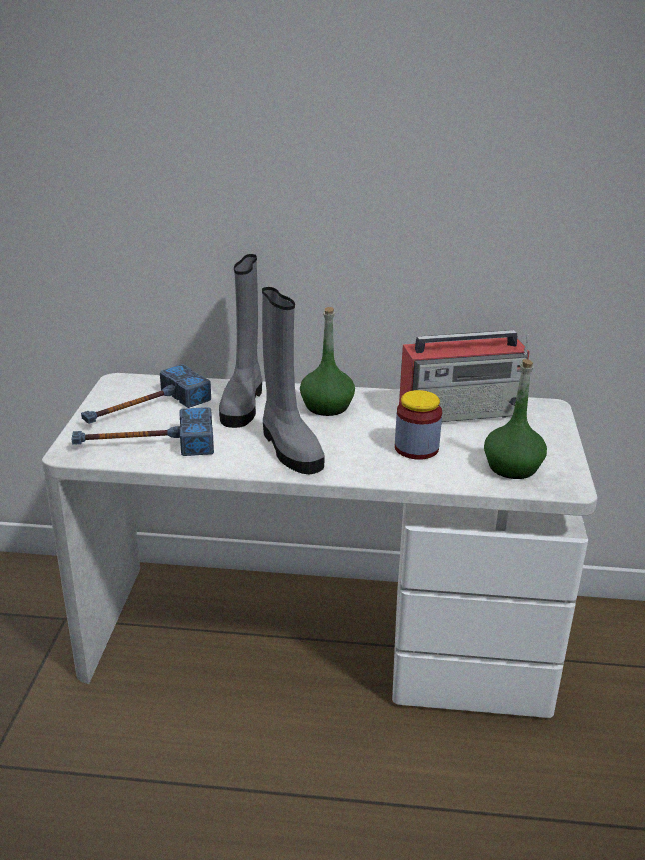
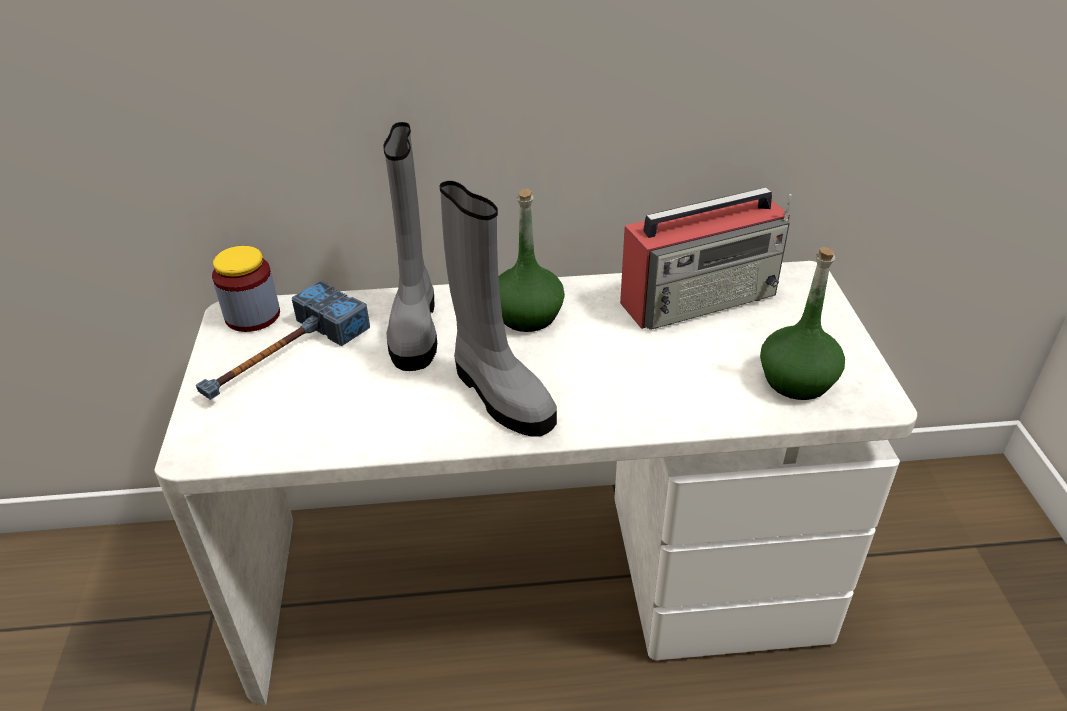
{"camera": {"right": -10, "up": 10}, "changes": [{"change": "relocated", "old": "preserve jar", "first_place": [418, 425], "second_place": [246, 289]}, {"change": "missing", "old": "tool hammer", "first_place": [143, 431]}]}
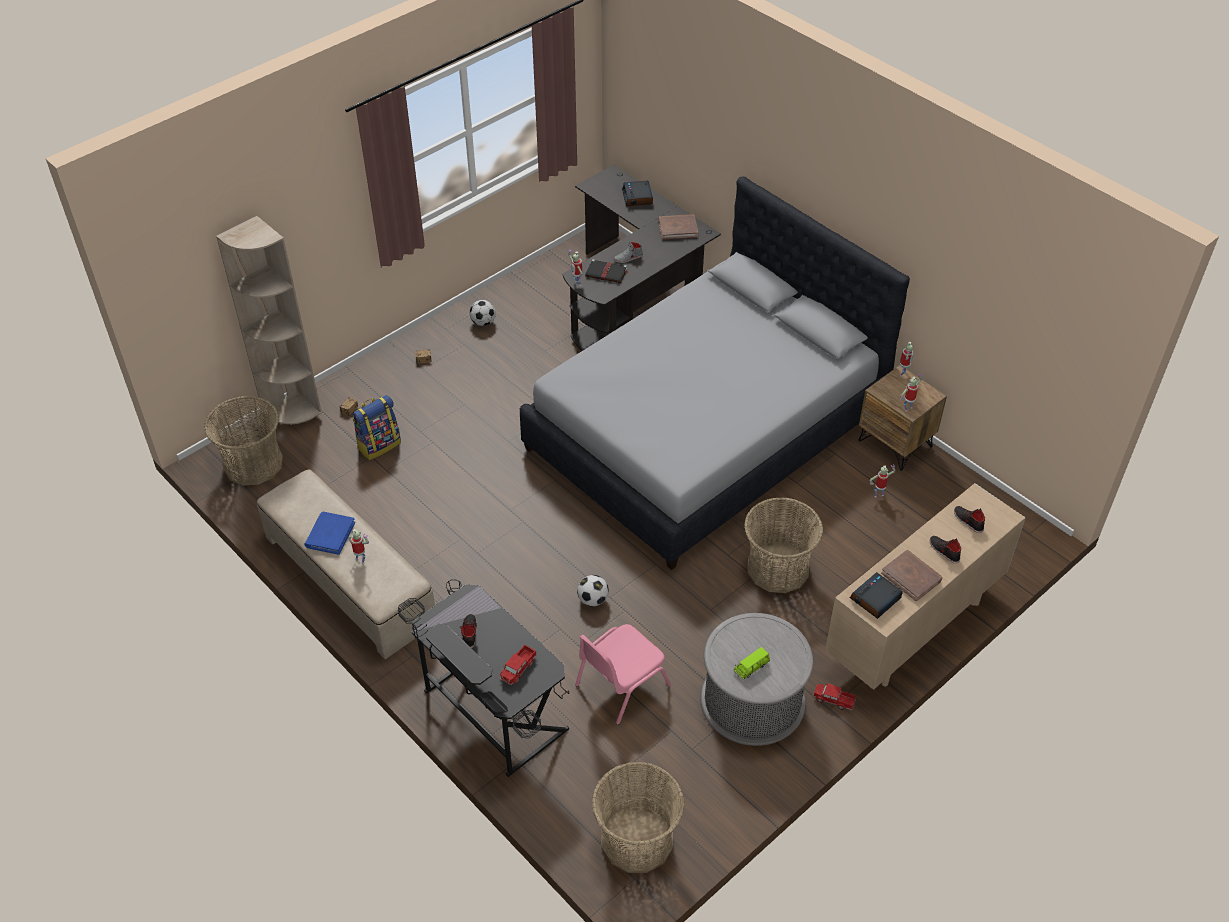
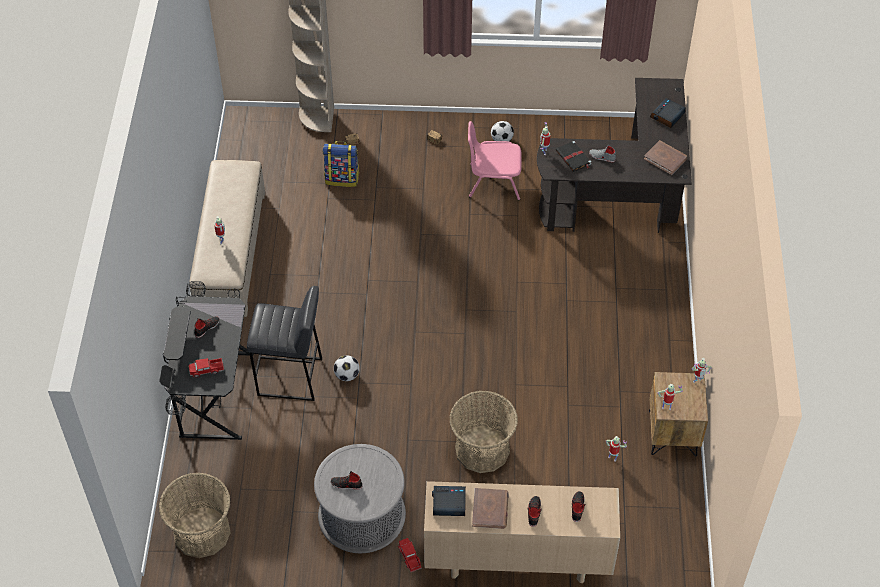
{"camera": {"right": 45, "up": 5}, "changes": [{"change": "appeared", "new": "stool seat (grey)", "second_place": [284, 343]}, {"change": "exchanged", "old": "miniature car (green)", "new": "low shoe (blackish)", "first_place": [752, 663], "second_place": [347, 480]}, {"change": "relocated", "old": "upright chair (pink)", "first_place": [623, 674], "second_place": [495, 160]}, {"change": "missing", "old": "storage basket", "first_place": [243, 440]}, {"change": "missing", "old": "bound book (bluish)", "first_place": [329, 533]}, {"change": "missing", "old": "bedroom bed (grey)", "first_place": [715, 373]}]}
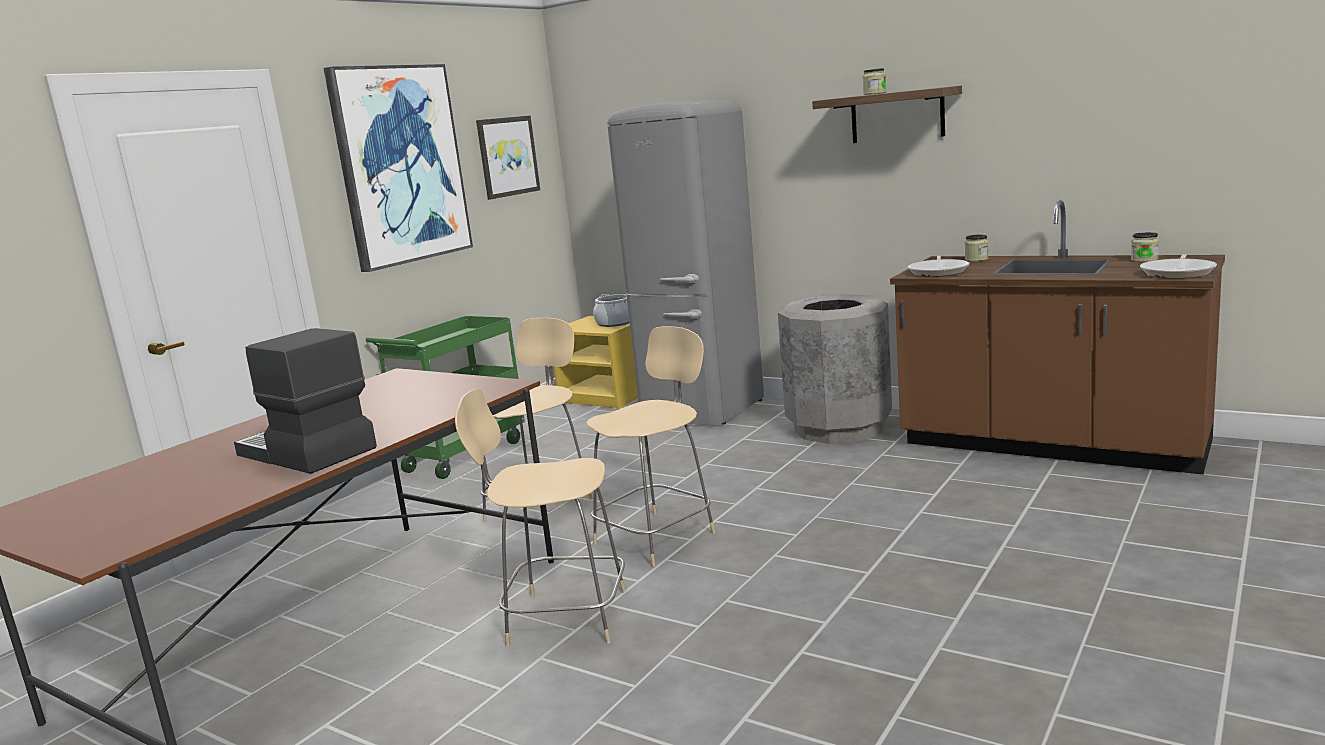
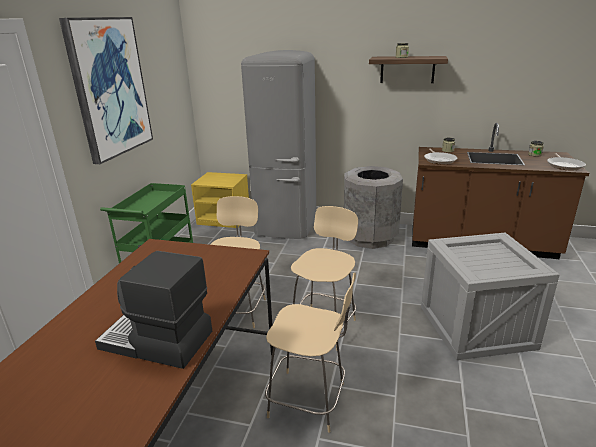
{"camera": {"right": -20, "up": 10}, "changes": [{"change": "spun", "old": "upright chair (sand-coloured)", "first_place": [540, 518], "second_place": [310, 352], "degrees": -150}, {"change": "appeared", "new": "packing crate", "second_place": [490, 296]}, {"change": "missing", "old": "picture", "first_place": [508, 158]}, {"change": "missing", "old": "stockpot", "first_place": [611, 310]}]}
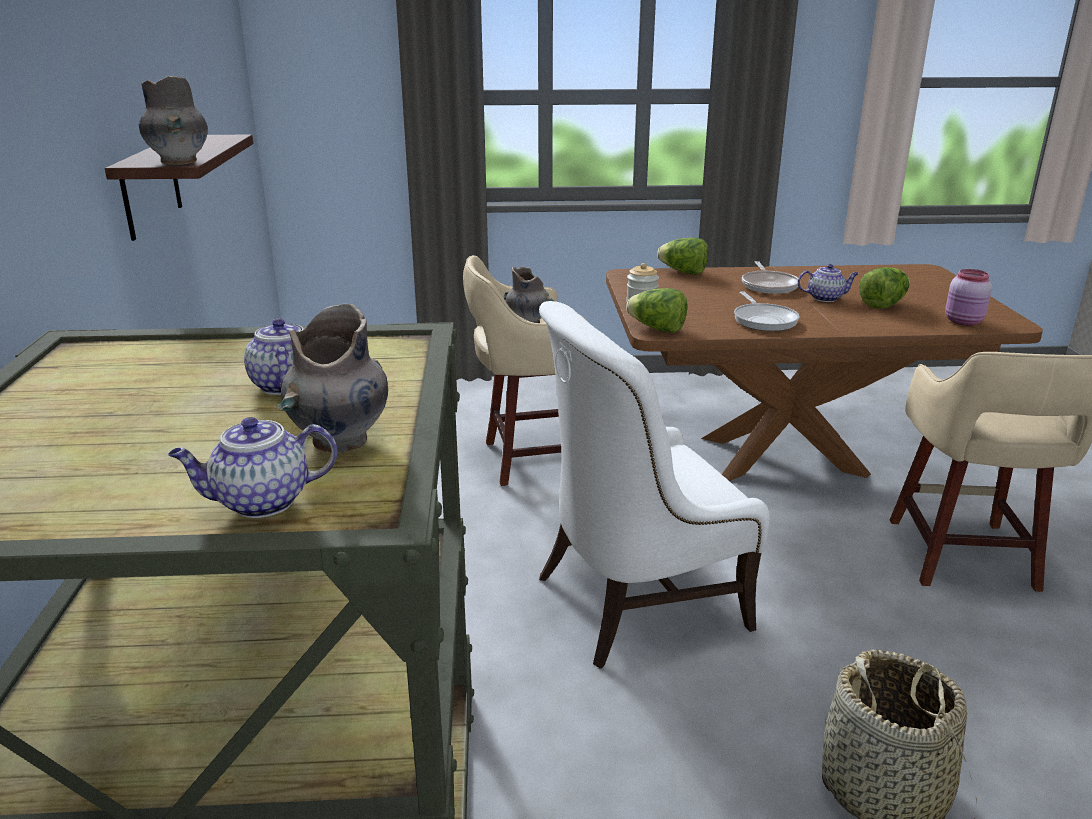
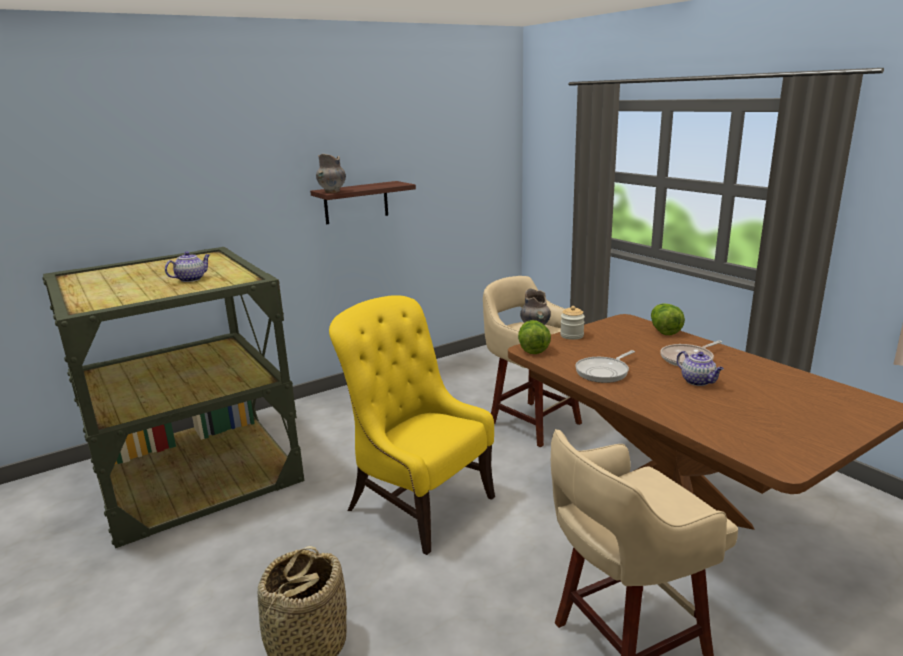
{"camera": {"right": 60, "up": -5}, "changes": [{"change": "colour", "old": "upright chair (white)", "new": "upright chair (yellow)", "first_place": [654, 485], "second_place": [412, 425]}, {"change": "missing", "old": "pot for tea", "first_place": [252, 467]}, {"change": "missing", "old": "flower vase (grey)", "first_place": [332, 378]}, {"change": "missing", "old": "head of lettuce", "first_place": [884, 288]}, {"change": "missing", "old": "preserve jar (pink)", "first_place": [968, 297]}]}
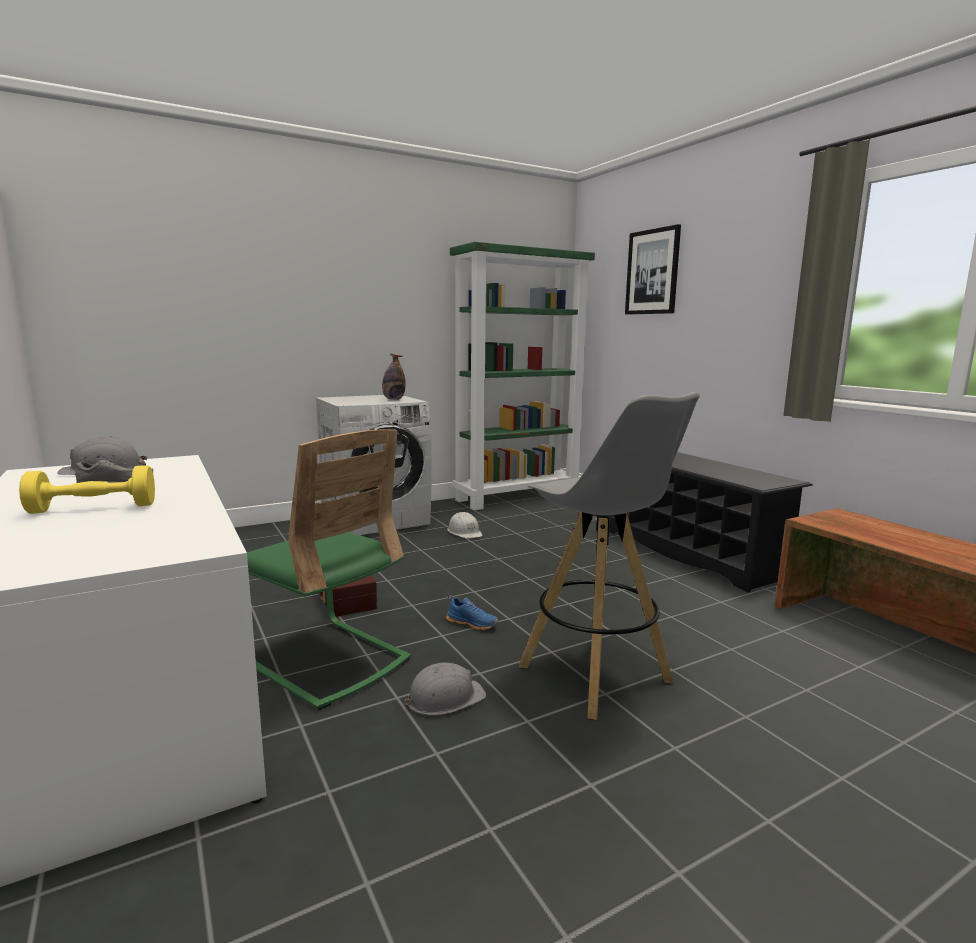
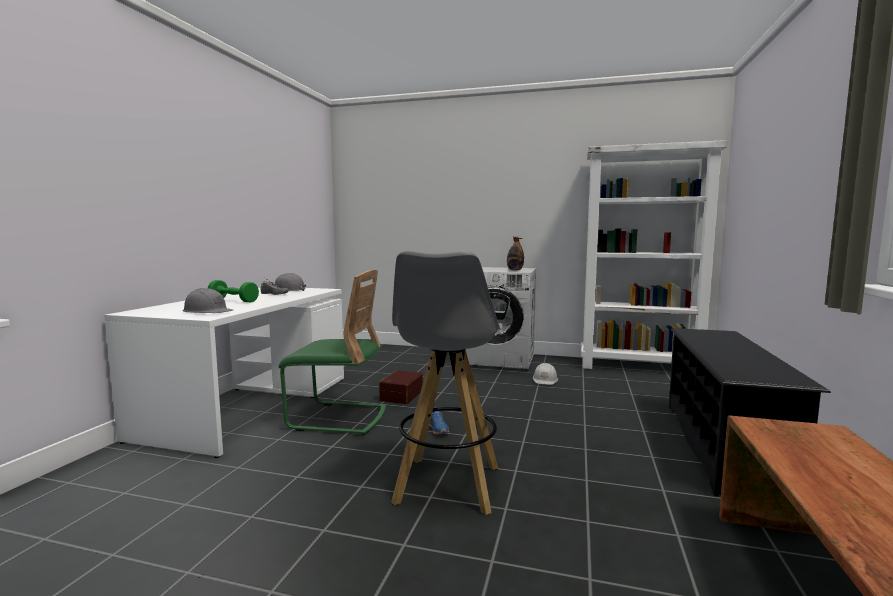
{"camera": {"right": 45, "up": -5}, "changes": [{"change": "relocated", "old": "safety helmet (grey)", "first_place": [445, 689], "second_place": [207, 300]}, {"change": "colour", "old": "hand weight (yellow)", "new": "hand weight (green)", "first_place": [87, 489], "second_place": [233, 291]}, {"change": "spun", "old": "upright chair (green)", "first_place": [329, 569], "second_place": [332, 352], "degrees": -75}, {"change": "colour", "old": "bookcase (green)", "new": "bookcase (white)", "first_place": [522, 376], "second_place": [654, 254]}, {"change": "missing", "old": "picture", "first_place": [653, 269]}]}
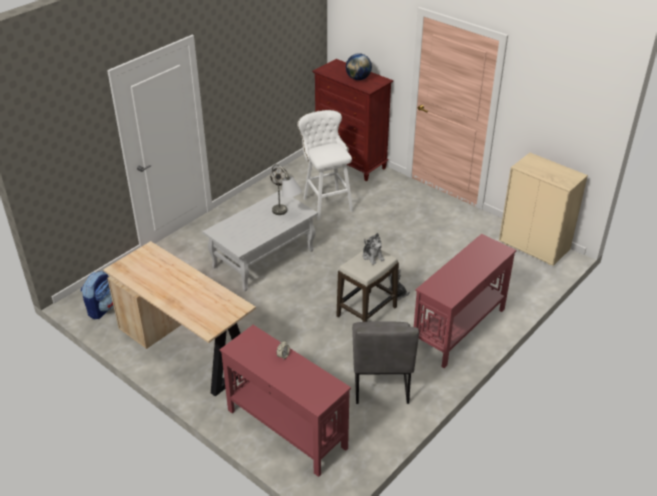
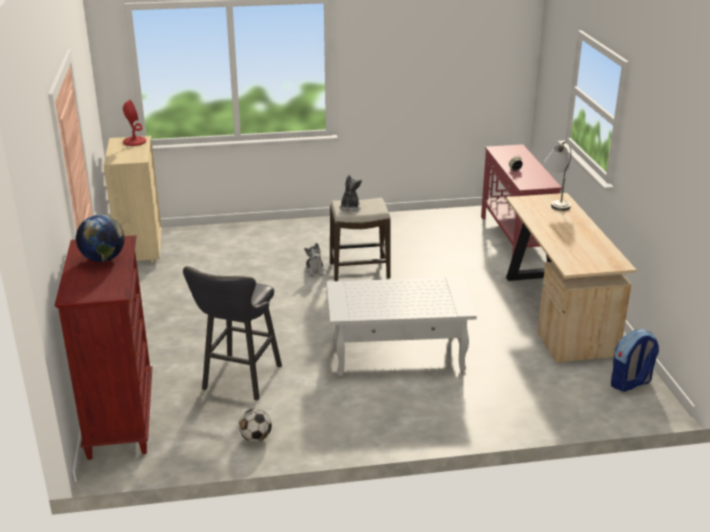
{"camera": {"right": -140, "up": -10}, "changes": [{"change": "appeared", "new": "tabletop lamp (red-coloured)", "second_place": [134, 123]}, {"change": "colour", "old": "stool seat (white)", "new": "stool seat (blackish)", "first_place": [325, 165], "second_place": [232, 333]}, {"change": "relocated", "old": "tabletop lamp (grey)", "first_place": [287, 189], "second_place": [557, 176]}, {"change": "missing", "old": "upright chair (grey)", "first_place": [385, 362]}, {"change": "missing", "old": "console table (red-coloured)", "first_place": [465, 301]}]}
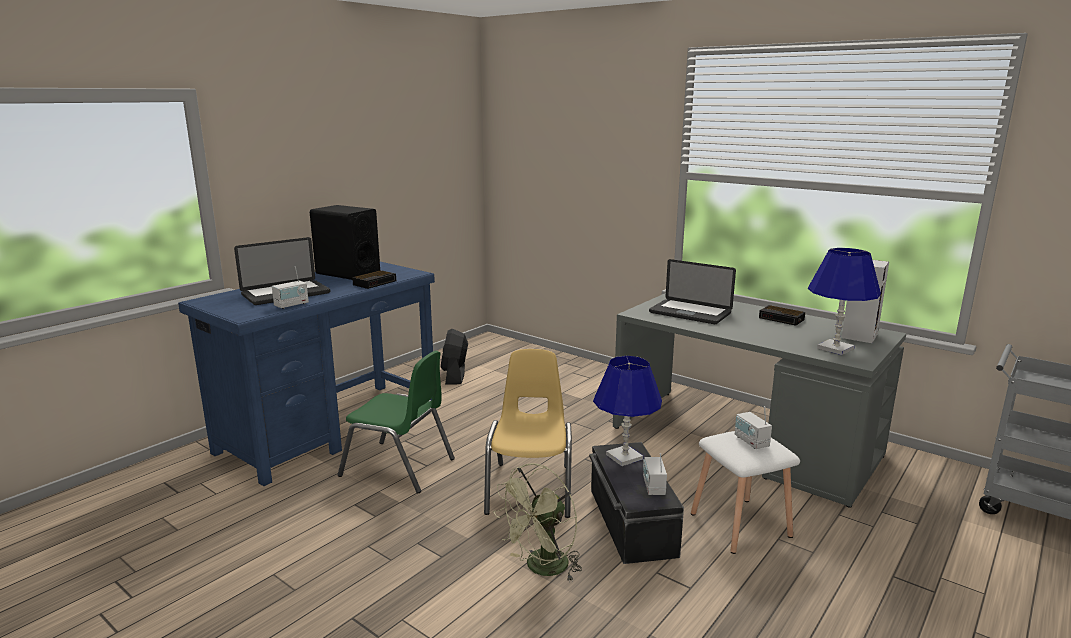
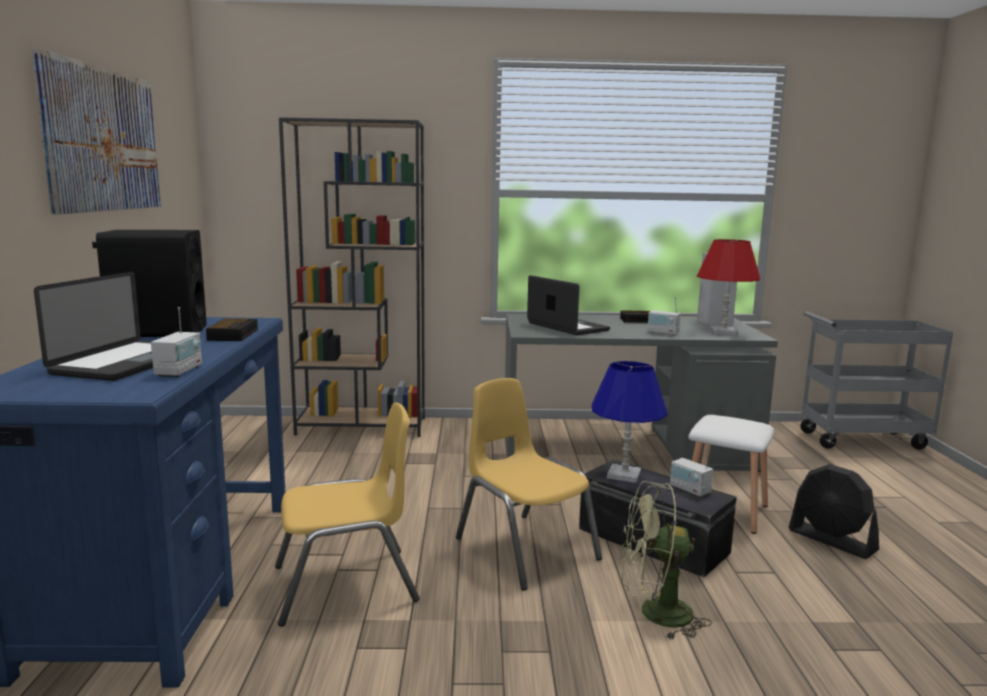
{"camera": {"right": -40, "up": -5}, "changes": [{"change": "appeared", "new": "picture", "second_place": [96, 131]}, {"change": "colour", "old": "upright chair (green)", "new": "upright chair (yellow)", "first_place": [396, 422], "second_place": [347, 514]}, {"change": "appeared", "new": "bookcase", "second_place": [352, 277]}, {"change": "spun", "old": "notebook computer", "first_place": [692, 291], "second_place": [568, 305], "degrees": -120}, {"change": "spun", "old": "cooling fan (green)", "first_place": [538, 522], "second_place": [666, 560], "degrees": 90}, {"change": "relocated", "old": "radio set", "first_place": [753, 427], "second_place": [664, 316]}, {"change": "colour", "old": "tabletop lamp (bluish)", "new": "tabletop lamp (red-coloured)", "first_place": [844, 301], "second_place": [728, 287]}, {"change": "relocated", "old": "cooling fan (blackish)", "first_place": [454, 356], "second_place": [833, 511]}]}
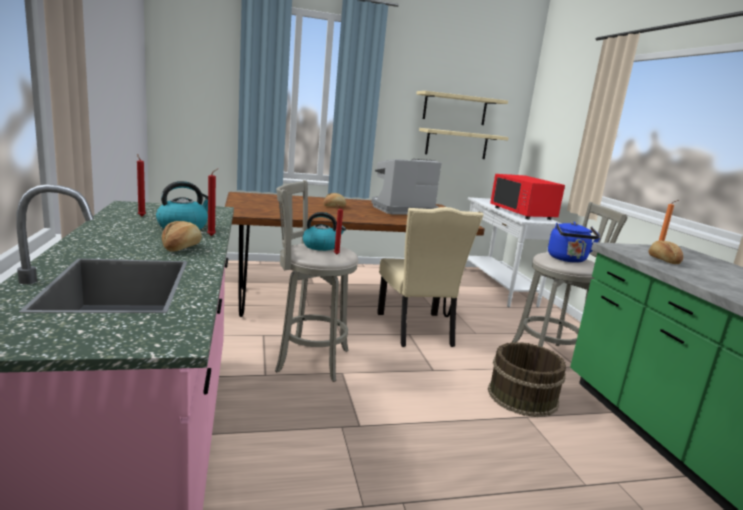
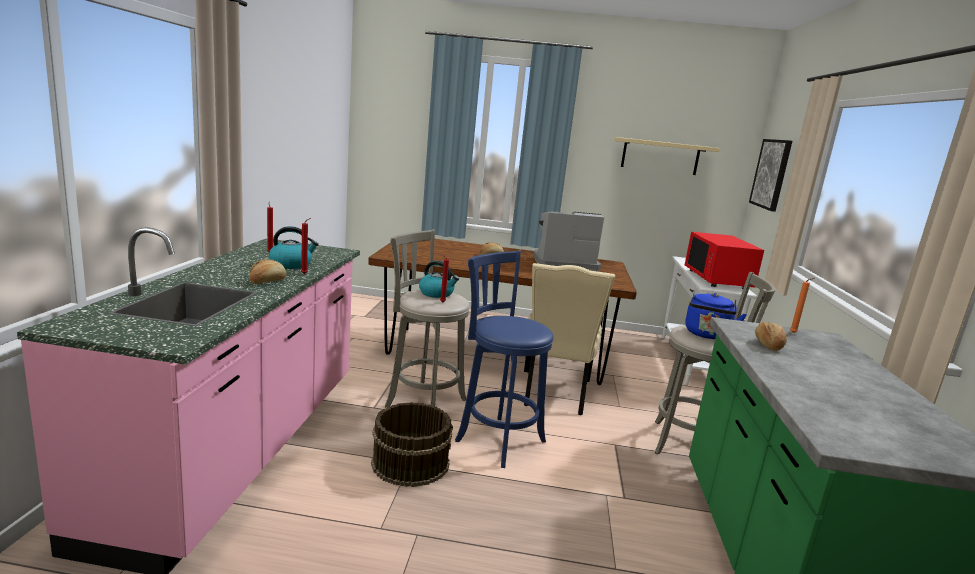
{"camera": {"right": 20, "up": 0}, "changes": [{"change": "relocated", "old": "bucket (brown-coloured)", "first_place": [527, 379], "second_place": [412, 444]}, {"change": "appeared", "new": "stool seat (bluish)", "second_place": [504, 359]}, {"change": "appeared", "new": "picture", "second_place": [770, 175]}, {"change": "missing", "old": "shelf (sand-coloured)", "first_place": [464, 143]}]}
